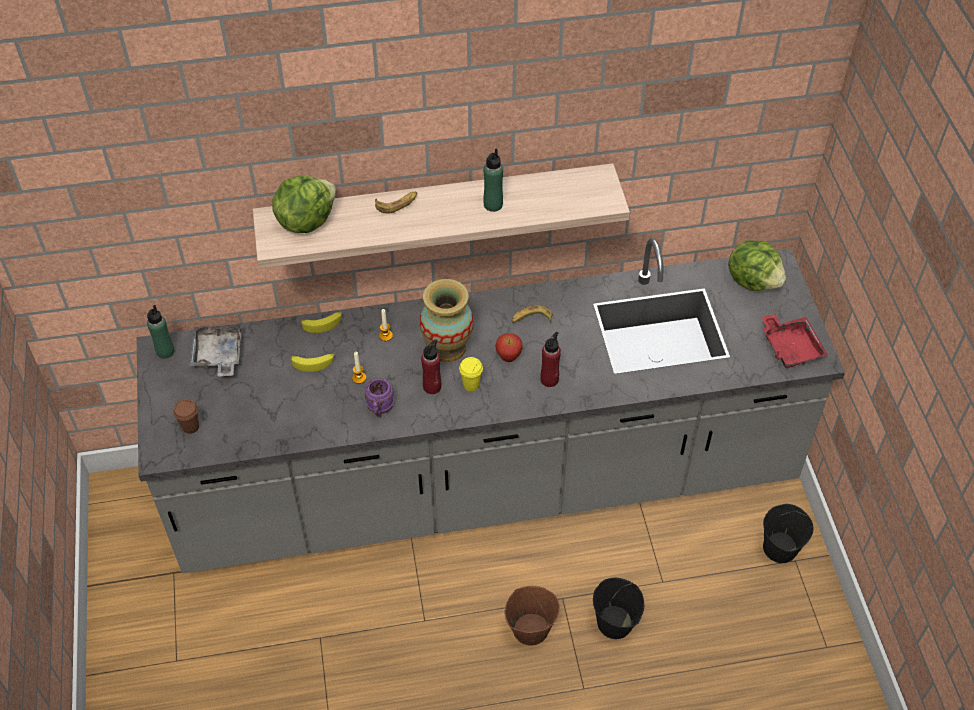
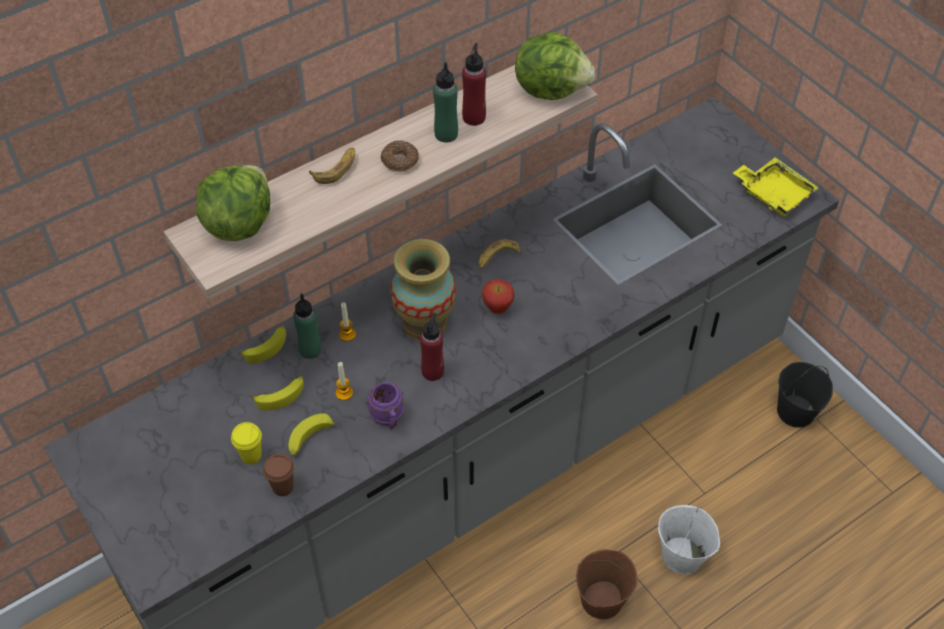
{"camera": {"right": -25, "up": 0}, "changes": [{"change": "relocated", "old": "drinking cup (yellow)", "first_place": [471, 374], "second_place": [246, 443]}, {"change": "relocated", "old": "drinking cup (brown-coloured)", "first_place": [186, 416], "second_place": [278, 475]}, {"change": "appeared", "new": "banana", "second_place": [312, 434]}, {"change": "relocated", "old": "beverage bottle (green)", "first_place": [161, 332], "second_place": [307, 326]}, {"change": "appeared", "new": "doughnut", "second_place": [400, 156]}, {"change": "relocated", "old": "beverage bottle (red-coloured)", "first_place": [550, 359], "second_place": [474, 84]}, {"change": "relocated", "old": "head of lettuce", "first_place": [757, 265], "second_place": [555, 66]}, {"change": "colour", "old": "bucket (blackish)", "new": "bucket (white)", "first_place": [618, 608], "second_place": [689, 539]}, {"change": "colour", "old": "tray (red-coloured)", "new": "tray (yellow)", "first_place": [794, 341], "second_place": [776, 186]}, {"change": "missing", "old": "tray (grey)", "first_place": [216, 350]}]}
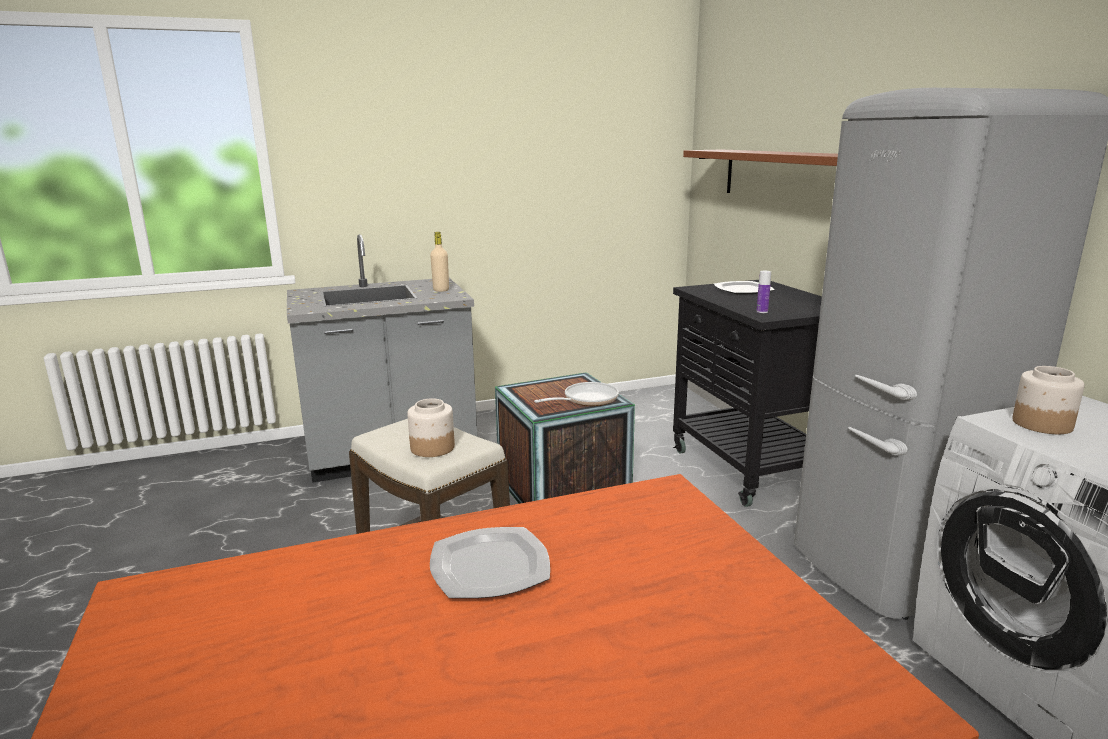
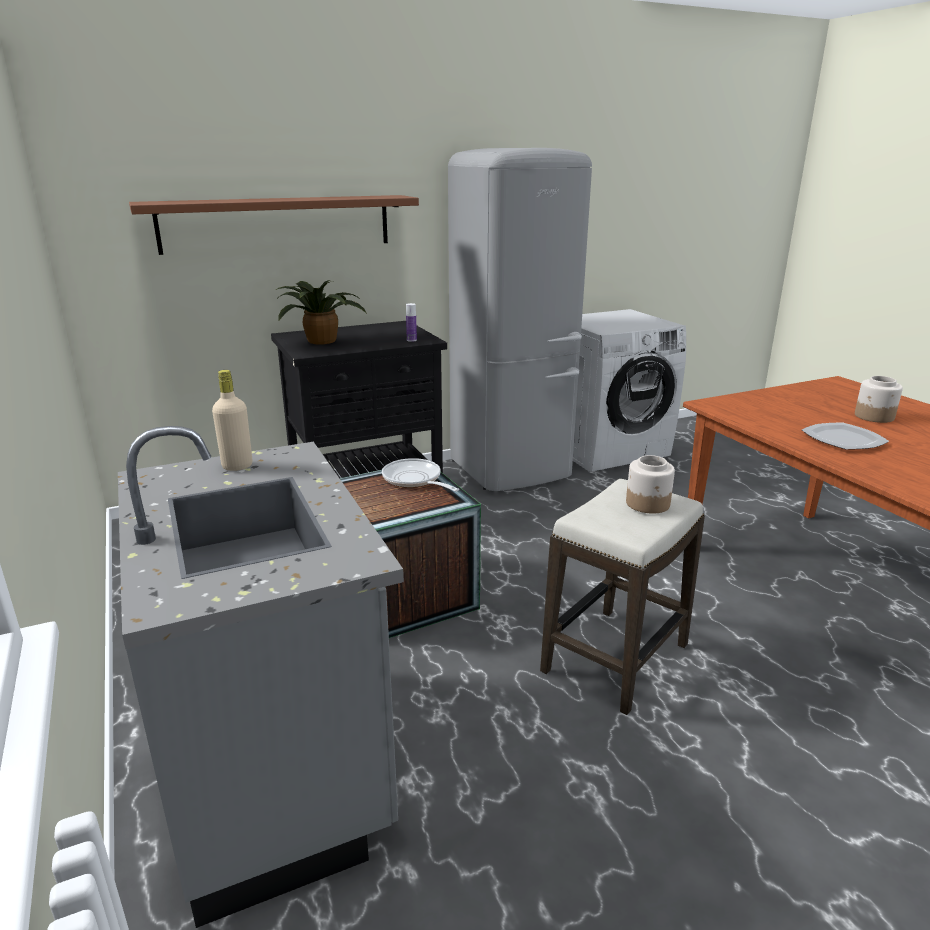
{"camera": {"right": -95, "up": 5}, "changes": [{"change": "exchanged", "old": "flat dish", "new": "potted plant", "first_place": [744, 288], "second_place": [321, 312]}, {"change": "relocated", "old": "preserve jar", "first_place": [1048, 400], "second_place": [879, 399]}]}
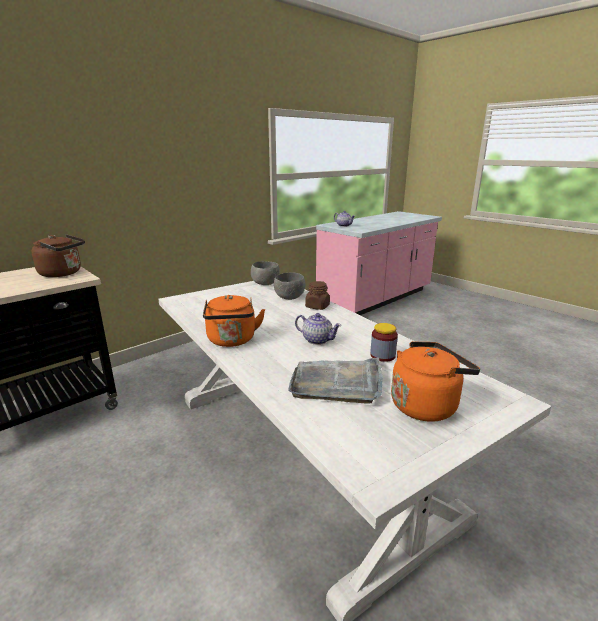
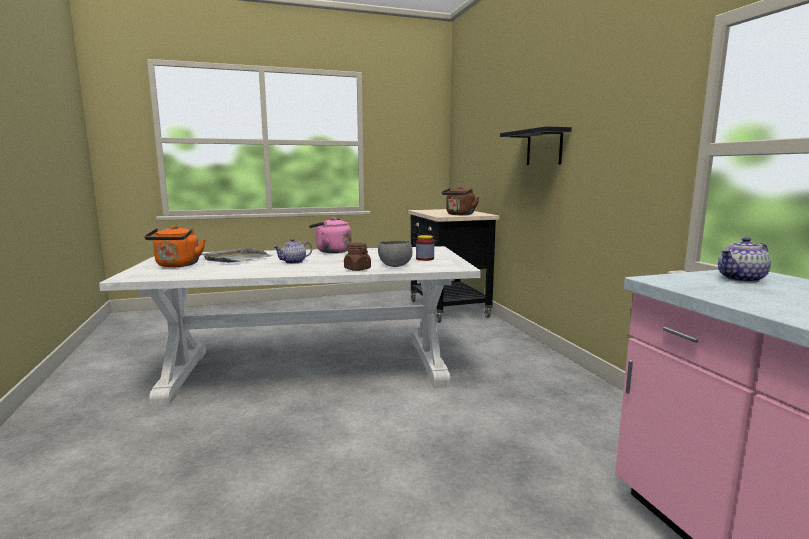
{"camera": {"right": 115, "up": -10}, "changes": [{"change": "colour", "old": "water kettle (orangey)", "new": "water kettle (pink)", "first_place": [234, 321], "second_place": [330, 235]}, {"change": "relocated", "old": "preserve jar", "first_place": [384, 342], "second_place": [425, 248]}, {"change": "appeared", "new": "shelf (blackish)", "second_place": [536, 145]}, {"change": "missing", "old": "bowl (grey)", "first_place": [265, 273]}]}
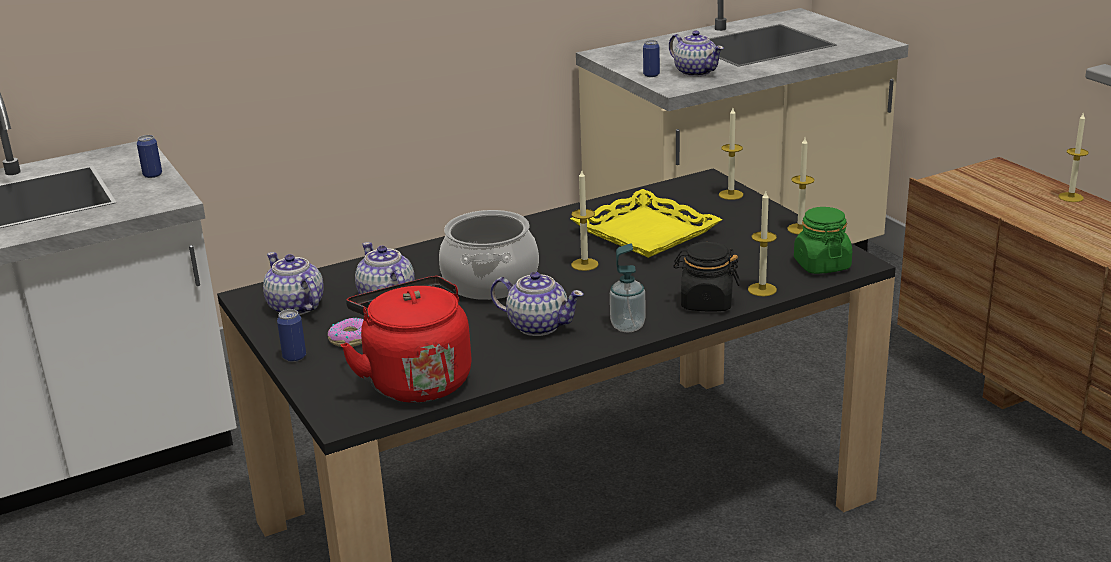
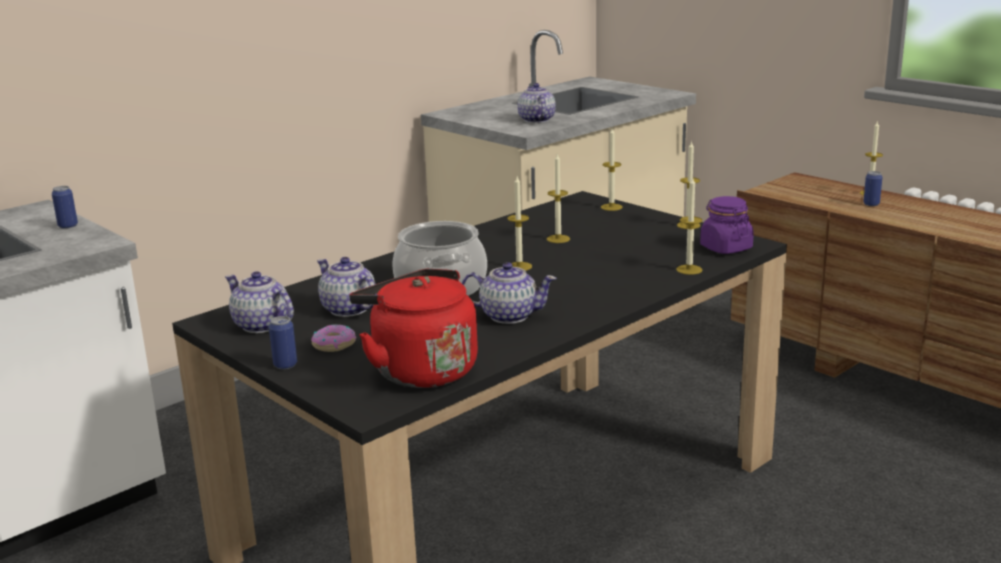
{"camera": {"right": -15, "up": -5}, "changes": [{"change": "spun", "old": "pot for tea", "first_place": [696, 54], "second_place": [537, 103], "degrees": -135}, {"change": "exchanged", "old": "tray (yellow)", "new": "candle", "first_place": [646, 223], "second_place": [558, 198]}, {"change": "colour", "old": "preserve jar (green)", "new": "preserve jar (purplish)", "first_place": [823, 240], "second_place": [727, 225]}, {"change": "relocated", "old": "can", "first_place": [651, 58], "second_place": [873, 188]}, {"change": "missing", "old": "soap bottle", "first_place": [628, 287]}, {"change": "missing", "old": "preserve jar (blackish)", "first_place": [707, 277]}]}
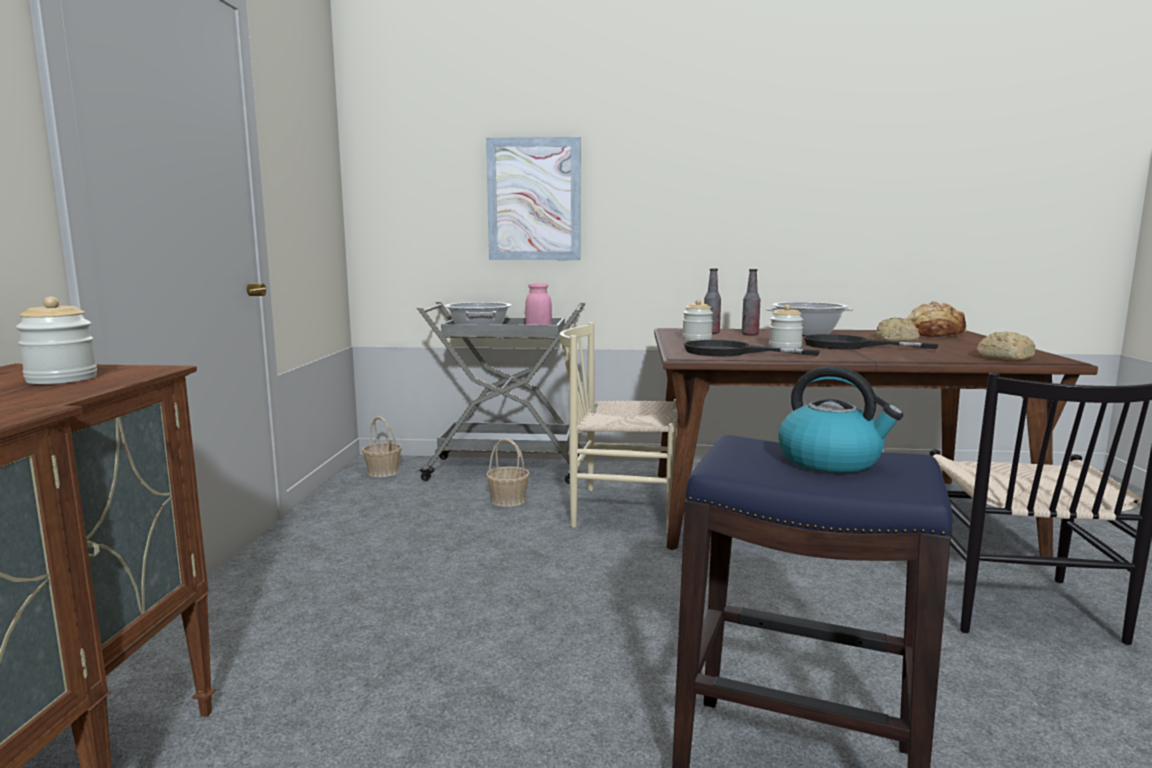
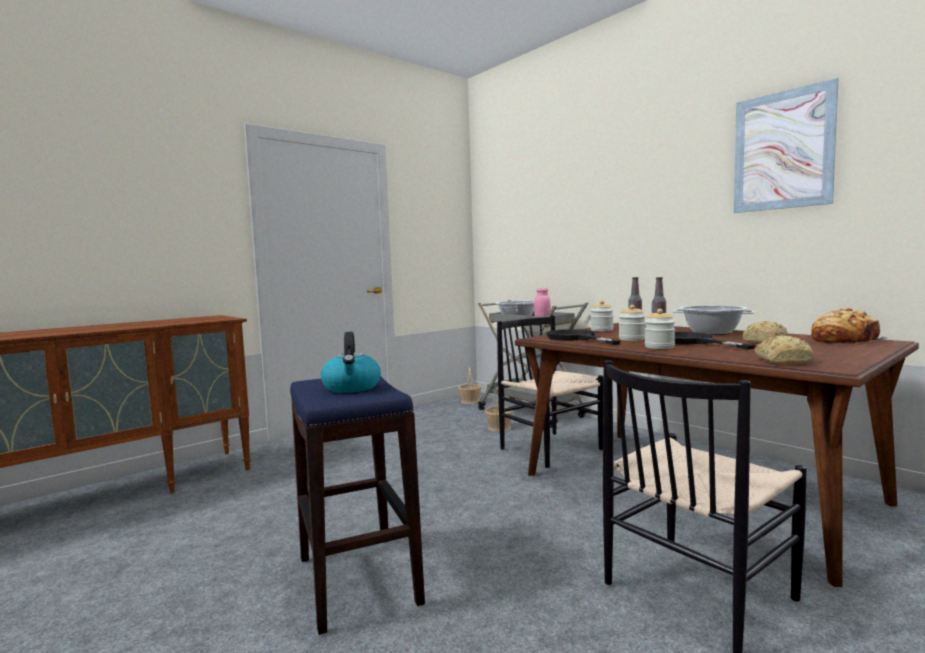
{"camera": {"right": 45, "up": -5}, "changes": [{"change": "colour", "old": "upright chair (sand-coloured)", "new": "upright chair (blackish)", "first_place": [619, 428], "second_place": [550, 391]}, {"change": "relocated", "old": "preserve jar", "first_place": [56, 340], "second_place": [660, 329]}, {"change": "relocated", "old": "picture", "first_place": [533, 198], "second_place": [786, 145]}]}
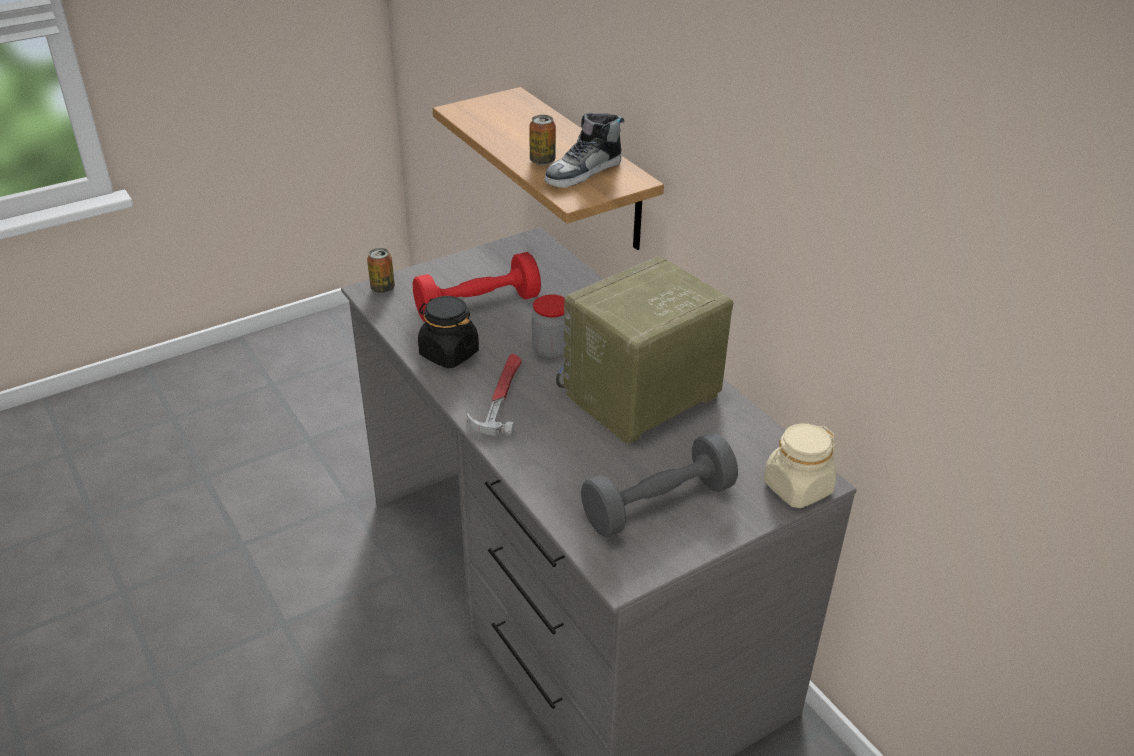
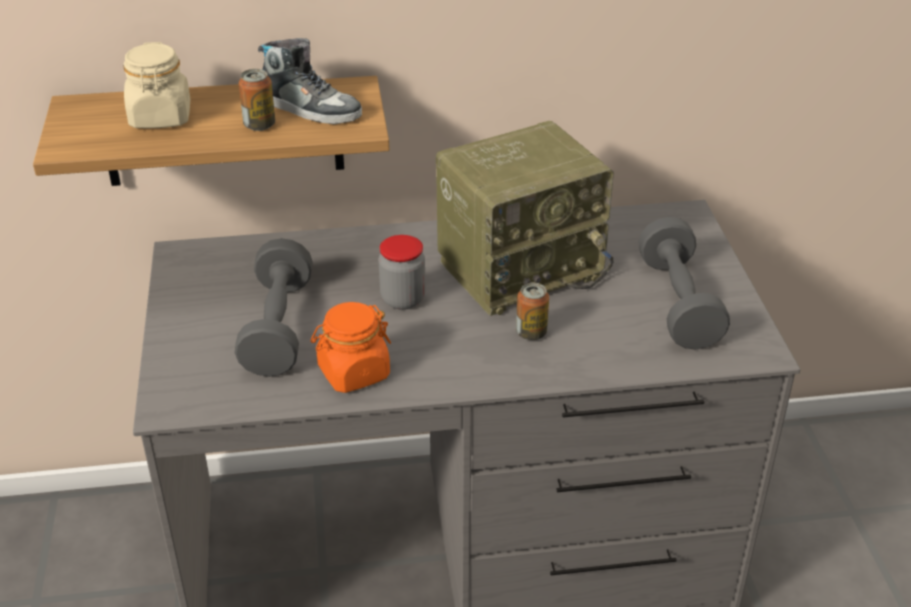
{"camera": {"right": -65, "up": 0}, "changes": [{"change": "relocated", "old": "preserve jar (sand-coloured)", "first_place": [800, 465], "second_place": [156, 85]}, {"change": "colour", "old": "hand weight (red-coloured)", "new": "hand weight (grey)", "first_place": [477, 287], "second_place": [274, 307]}, {"change": "spun", "old": "low shoe", "first_place": [584, 150], "second_place": [310, 81], "degrees": -45}, {"change": "colour", "old": "preserve jar (blackish)", "new": "preserve jar (orangey)", "first_place": [448, 332], "second_place": [351, 347]}, {"change": "spun", "old": "radio set", "first_place": [644, 350], "second_place": [525, 218], "degrees": -105}, {"change": "relocated", "old": "can", "first_place": [381, 271], "second_place": [532, 311]}, {"change": "missing", "old": "tool hammer", "first_place": [494, 395]}]}
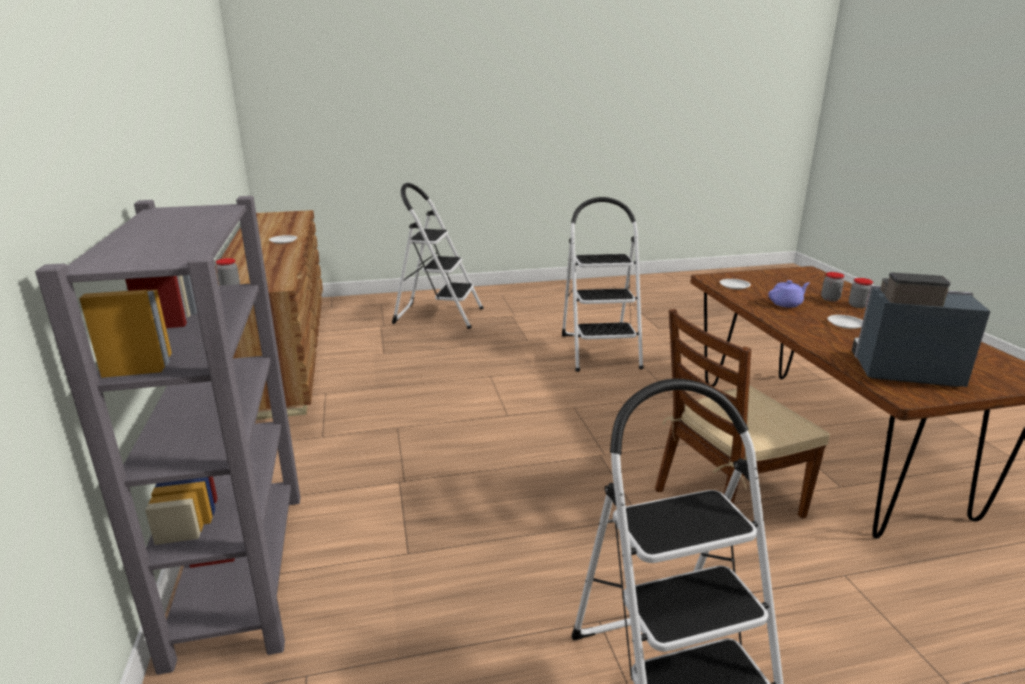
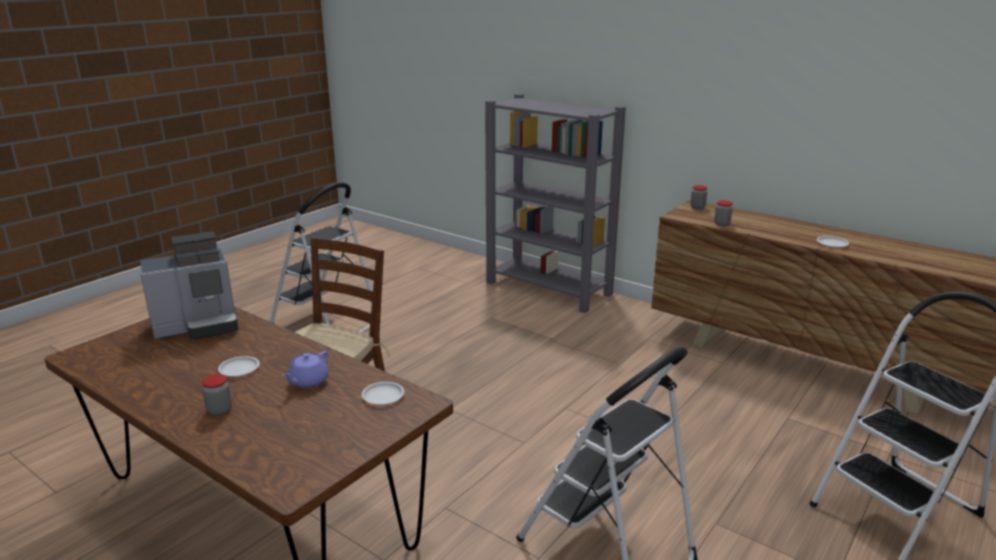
{"camera": {"right": 140, "up": 0}, "changes": [{"change": "relocated", "old": "preserve jar", "first_place": [832, 287], "second_place": [723, 213]}]}
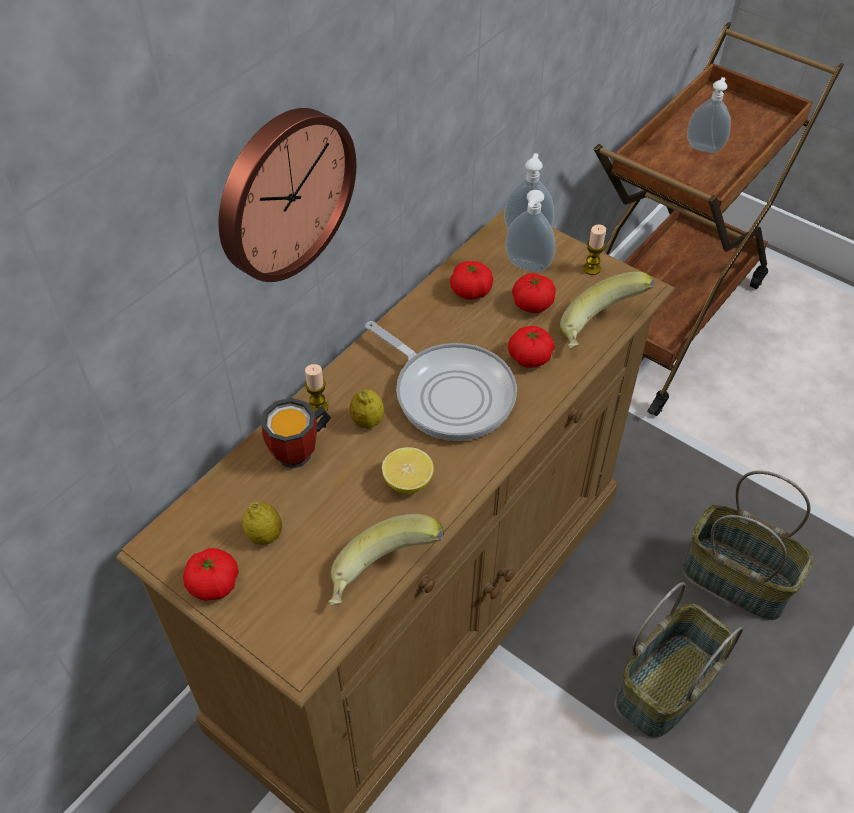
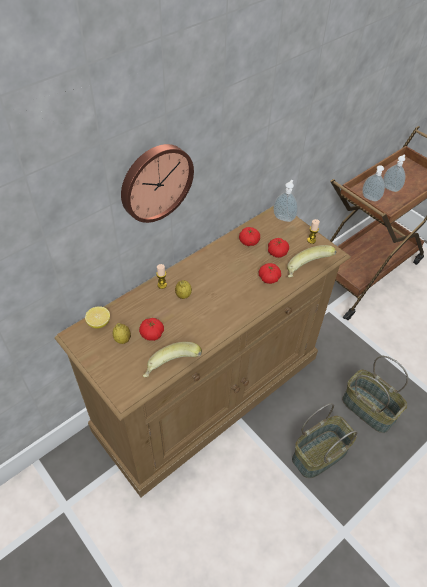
{"camera": {"right": 10, "up": 0}, "changes": [{"change": "relocated", "old": "lemon", "first_place": [408, 470], "second_place": [97, 317]}, {"change": "relocated", "old": "tomato", "first_place": [211, 574], "second_place": [151, 329]}, {"change": "relocated", "old": "soap bottle", "first_place": [530, 231], "second_place": [373, 183]}, {"change": "missing", "old": "mug", "first_place": [296, 433]}, {"change": "missing", "old": "frying pan", "first_place": [441, 381]}]}
